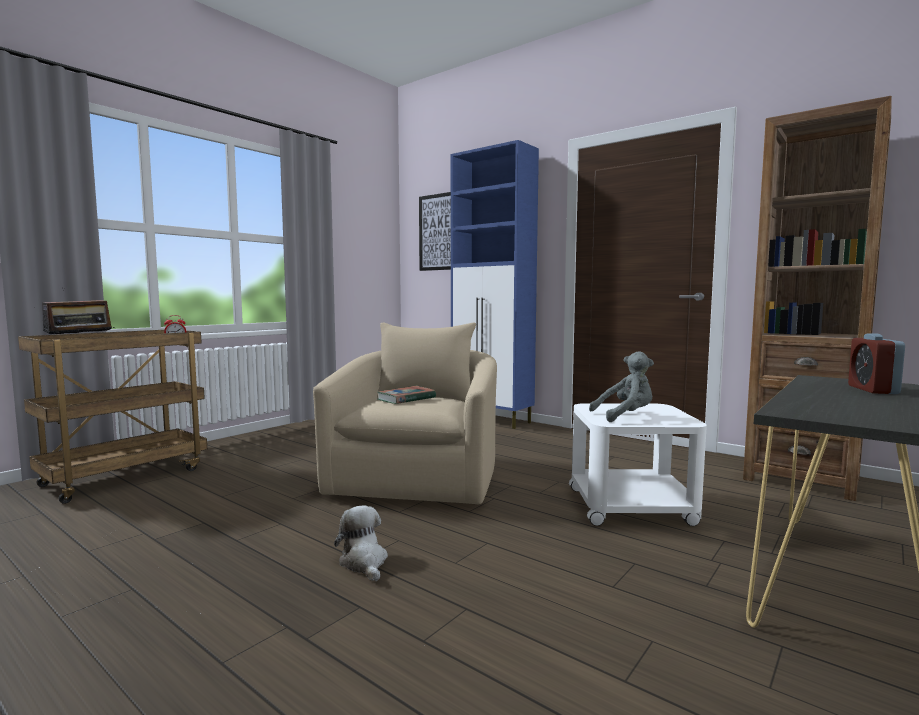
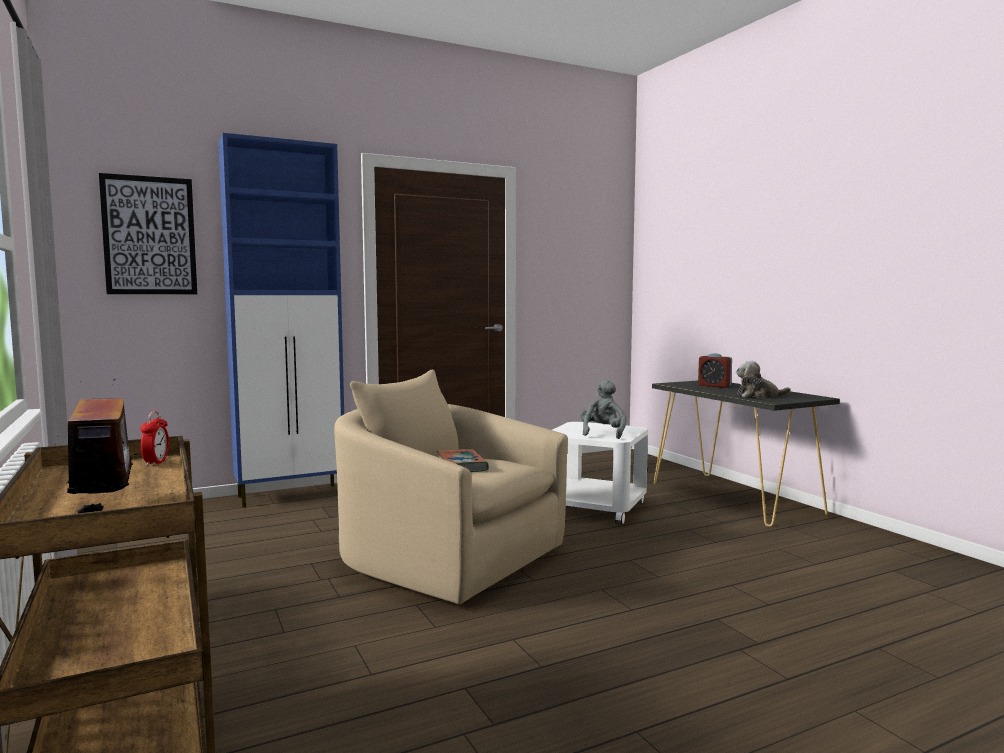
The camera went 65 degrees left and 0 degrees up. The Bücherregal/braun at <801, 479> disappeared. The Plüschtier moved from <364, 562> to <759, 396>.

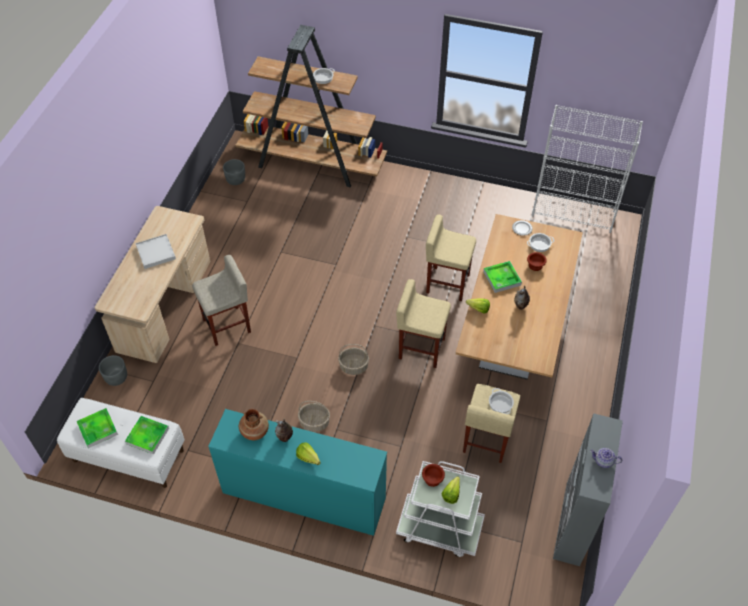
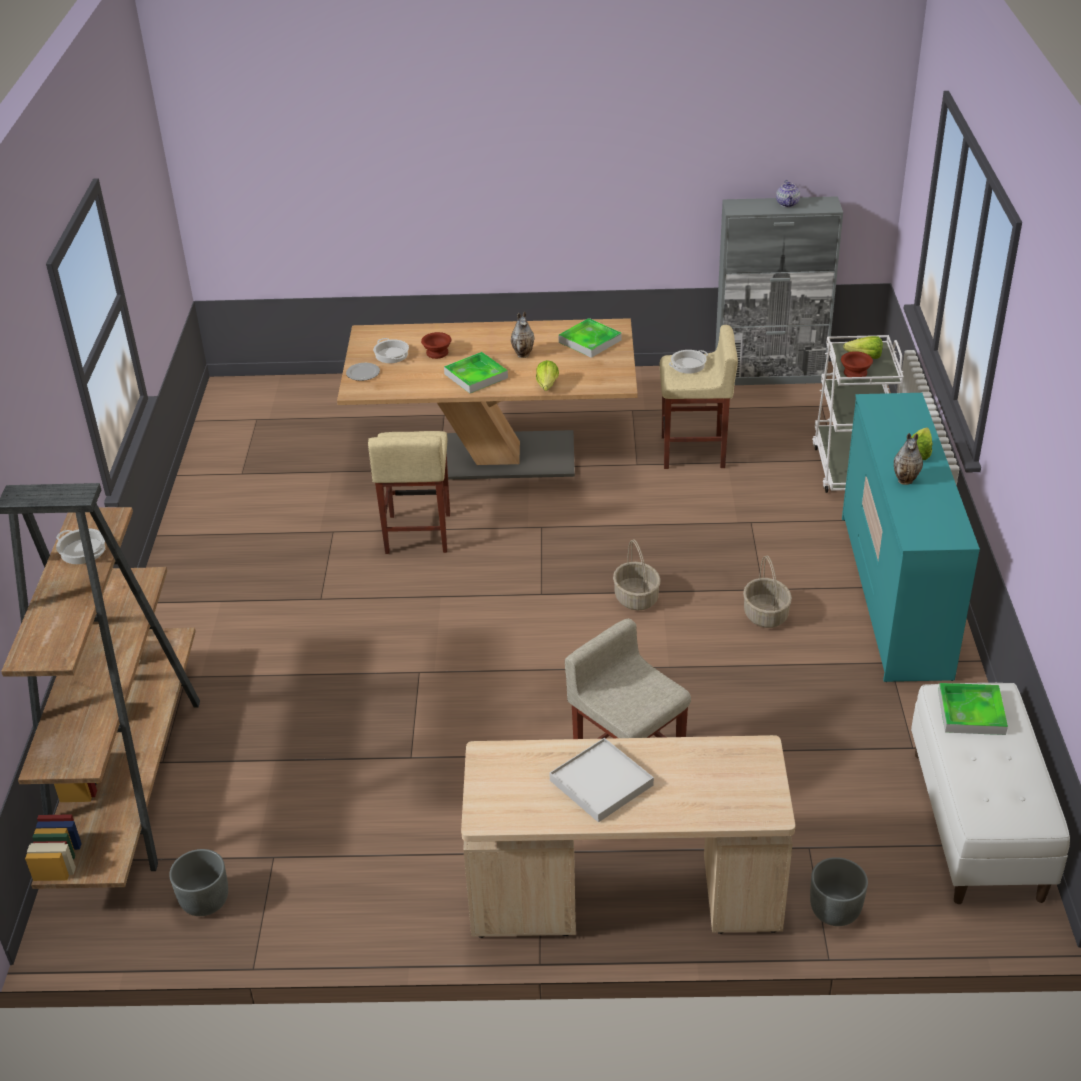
The camera went 105 degrees left and 15 degrees down. The Vase/braun at <254, 431> disappeared. The Hocker/beige at <421, 348> disappeared. The Bücherregal/weiß at <573, 213> disappeared. The Tablett moved from <98, 429> to <590, 341>.

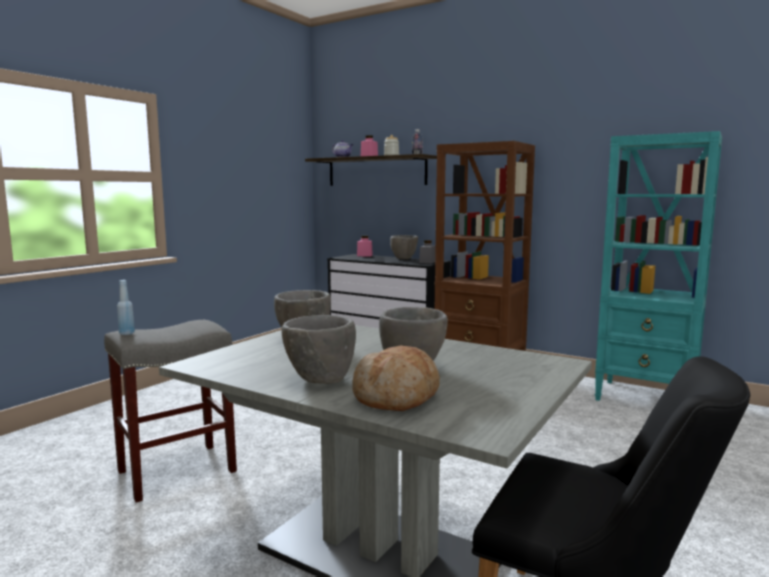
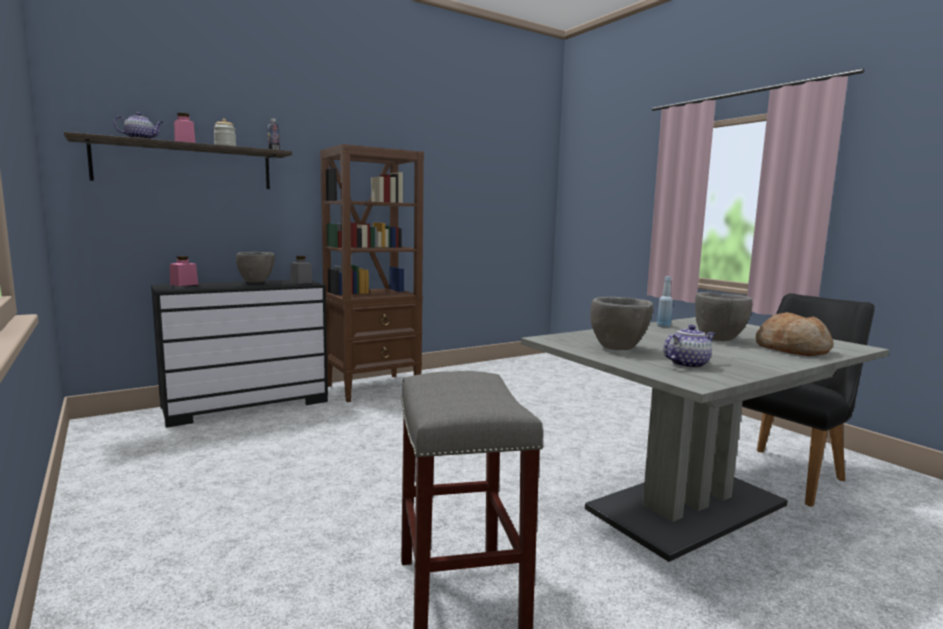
The camera went 65 degrees left and 0 degrees up. The Schüssel/grau at <319, 380> disappeared. The Bücherregal/türkis at <646, 398> disappeared. The Teekanne at <688, 364> appeared. The Flasche/blau moved from <126, 333> to <663, 326>.

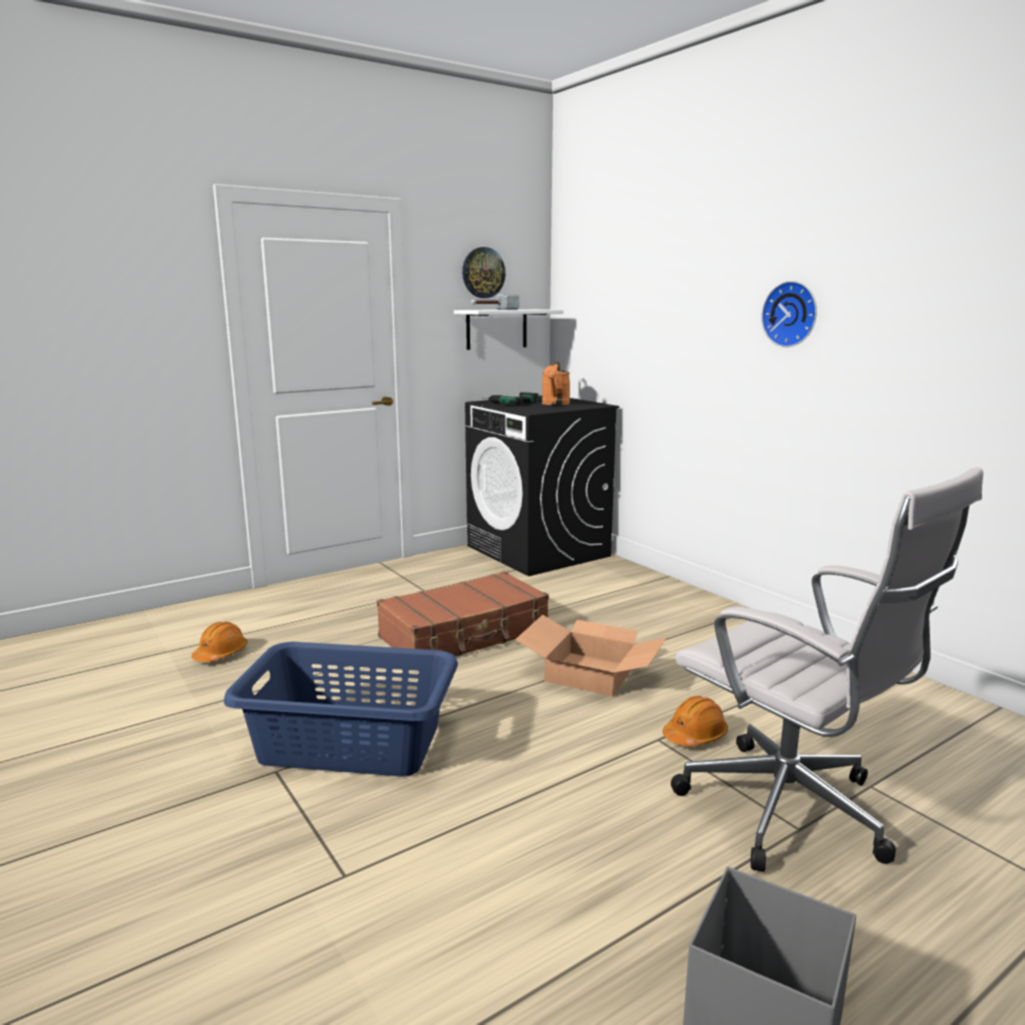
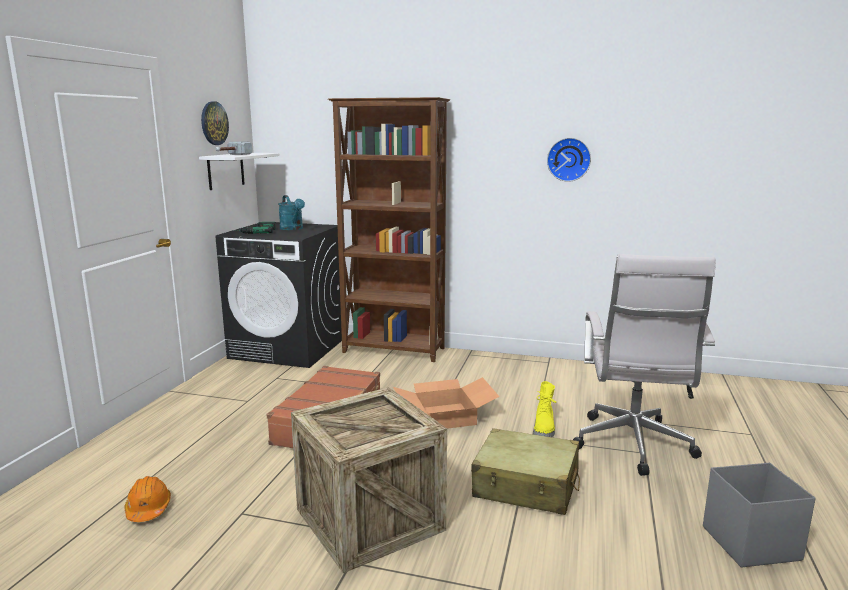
The camera went 40 degrees left and 0 degrees up. The Bücherregal/braun at <394, 351> appeared. The Koffer/beige at <526, 486> appeared. The Wanduhr moved from <791, 314> to <568, 159>. The Wäschekorb/blau at <350, 742> was replaced by the Kiste at <369, 519>. The Schutzhelm/orange at <695, 735> was replaced by the Stiefel/gelb at <544, 428>. The Gießkanne/orange at <555, 404> became the Gießkanne/türkis at <293, 229>. The Bürostuhl/weiß at <793, 813> turned 90 degrees clockwise.

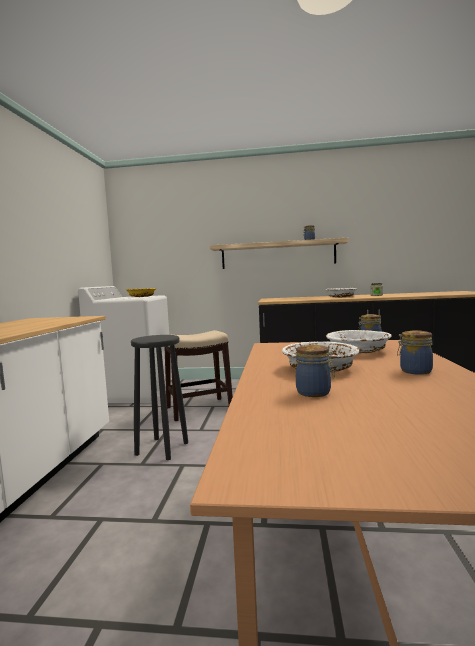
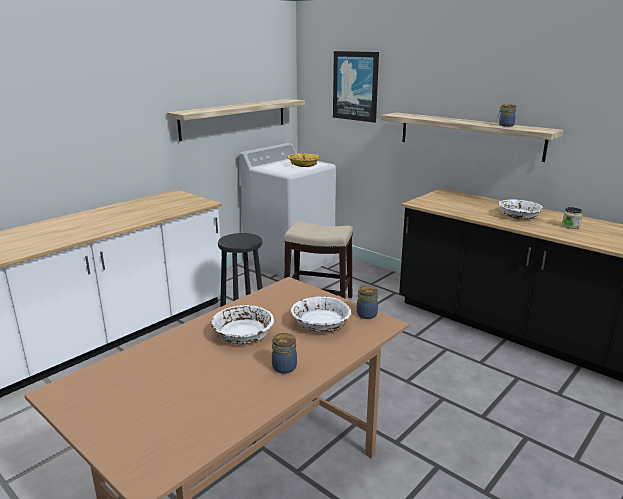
The camera went 35 degrees right and 15 degrees up. The Vorratsglas at <315, 393> disappeared. The Wandregal at <234, 118> appeared. The Bild at <355, 86> appeared.

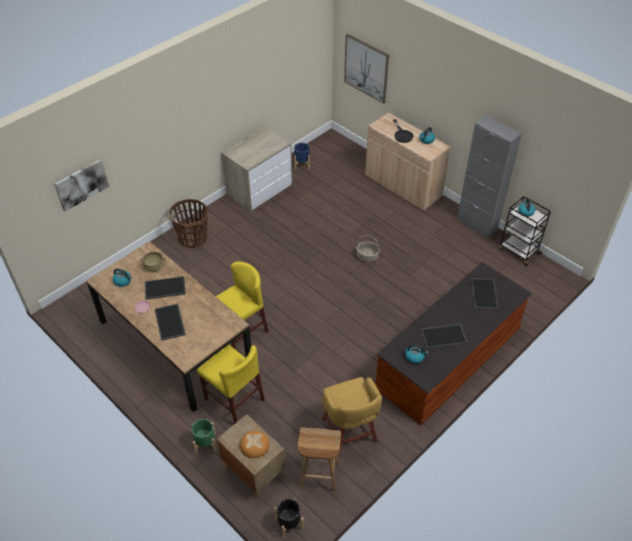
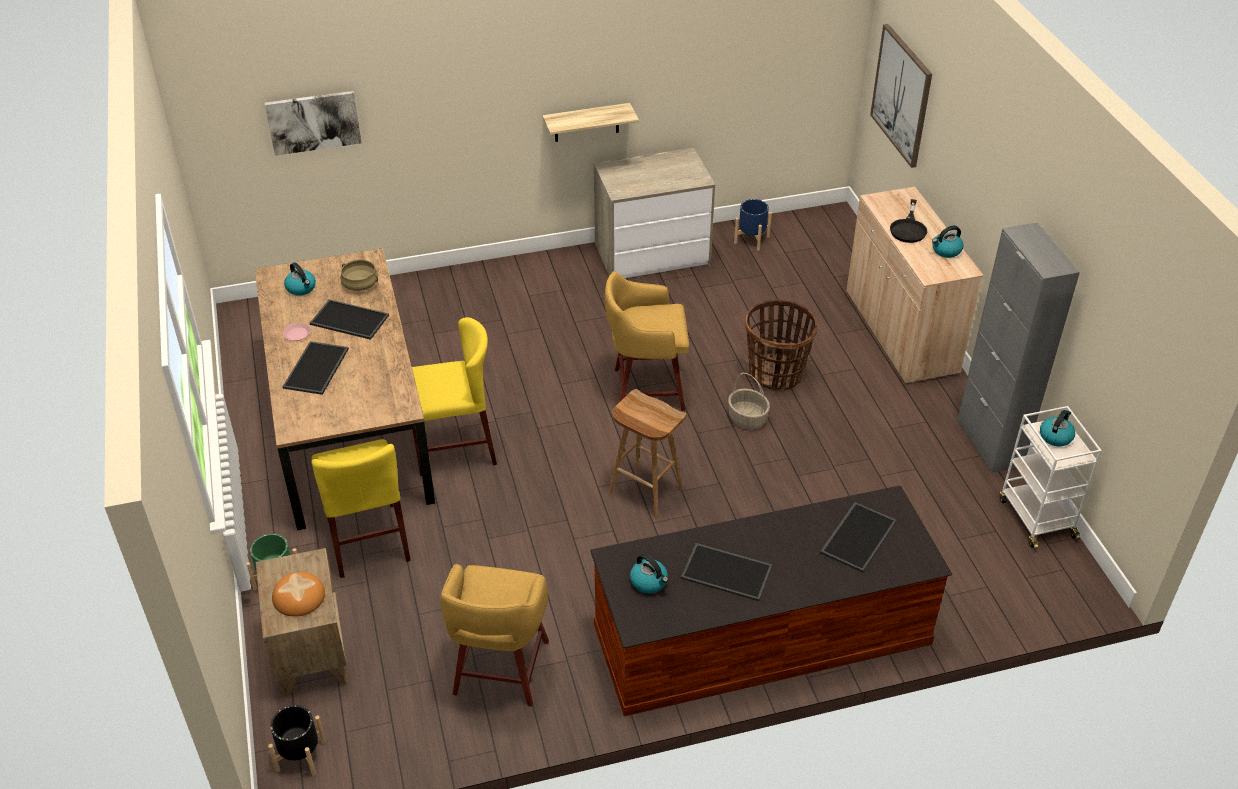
The camera went 30 degrees right and 5 degrees down. The Wandregal at <586, 122> appeared. The Hocker/gelb at <645, 389> appeared. The Korb moved from <193, 238> to <776, 374>. The Hocker/braun moved from <318, 476> to <644, 491>. The Rollwagen/schwarz at <518, 251> became the Rollwagen/weiß at <1036, 517>.

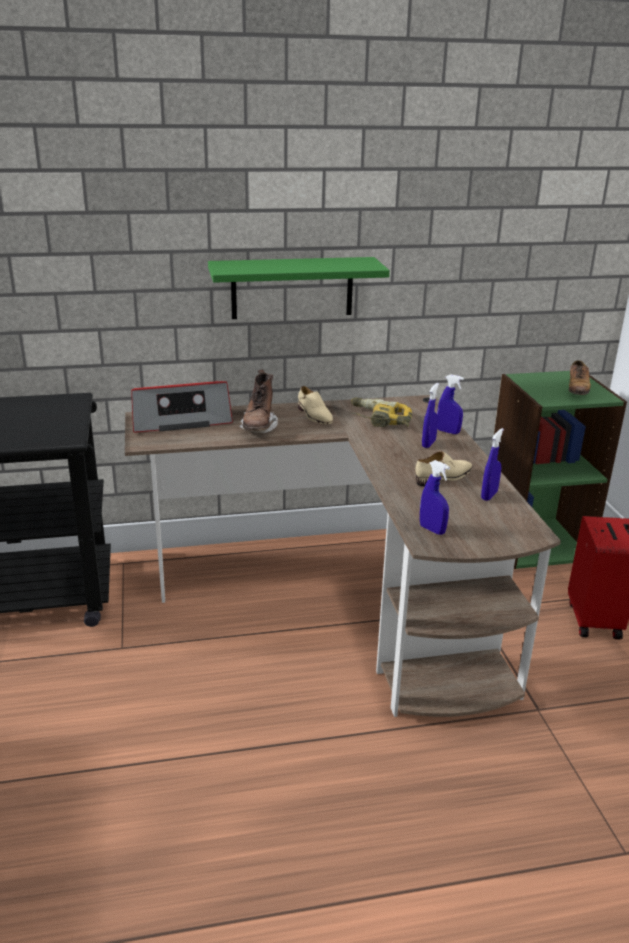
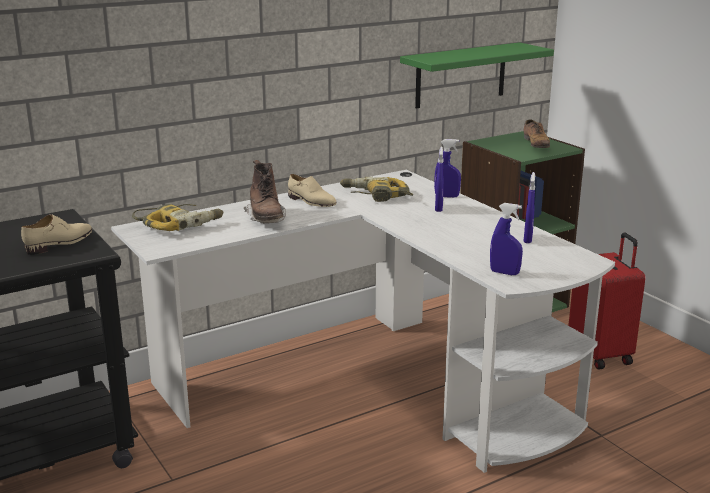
The camera went 20 degrees left and 5 degrees down. The Wandregal/grün moved from <292, 288> to <461, 75>. The Schuh/beige moved from <444, 477> to <60, 243>. The Radio at <181, 419> was replaced by the Bohrmaschine at <179, 224>. The Schreibtisch/braun at <349, 597> became the Schreibtisch/weiß at <374, 382>.

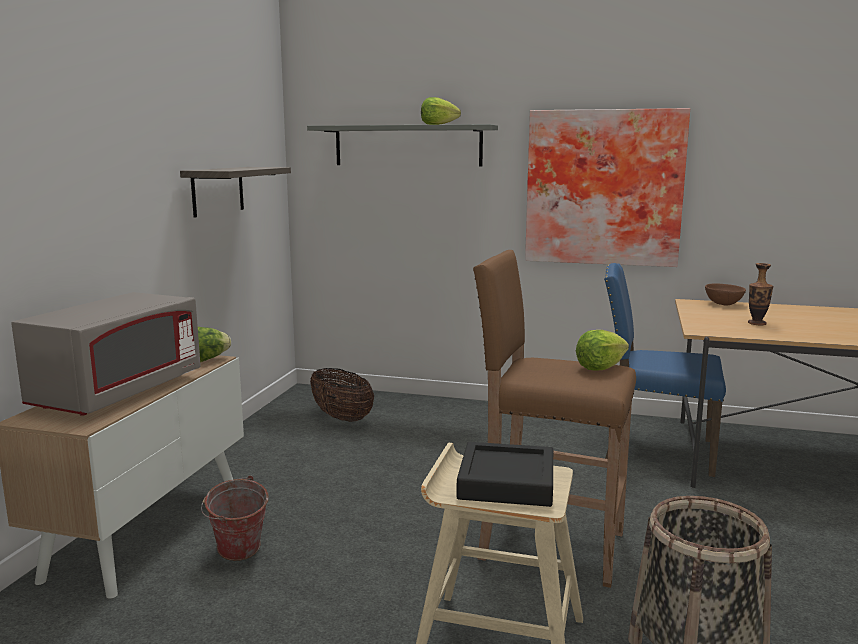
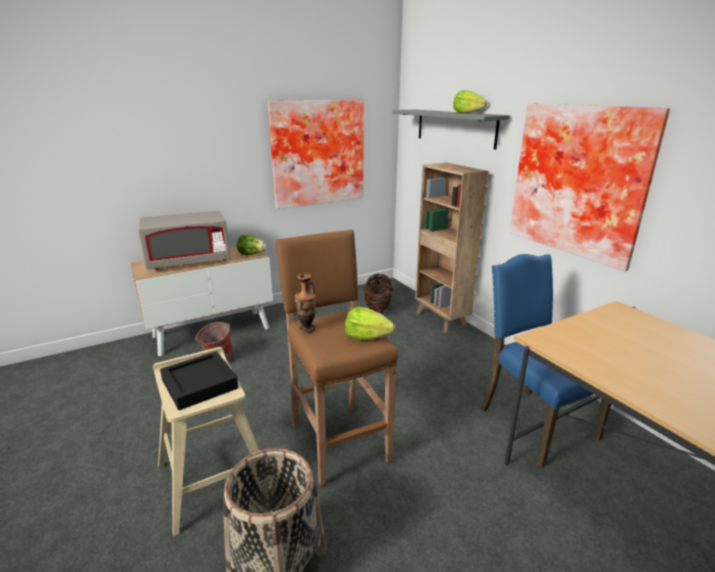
The camera went 45 degrees right and 10 degrees up. The Schüssel/braun at <724, 304> disappeared. The Bücherregal/braun at <441, 319> appeared. The Vase moved from <757, 323> to <307, 329>. The Wandregal at <218, 191> was replaced by the Bild at <317, 153>.

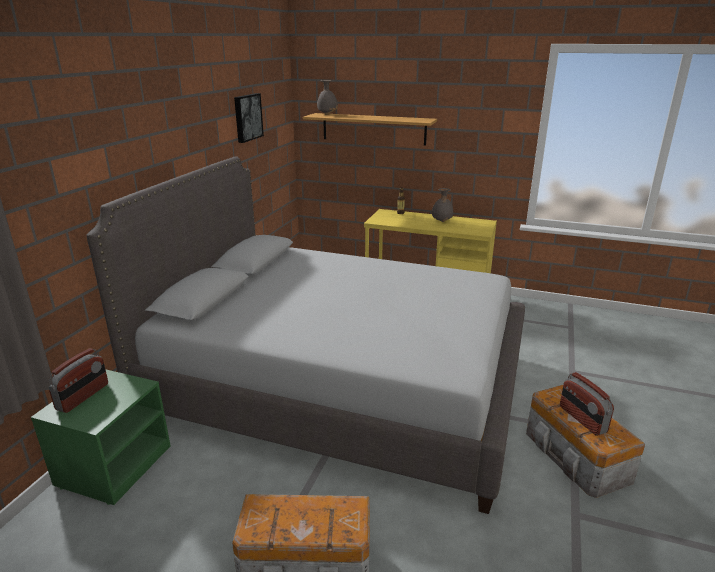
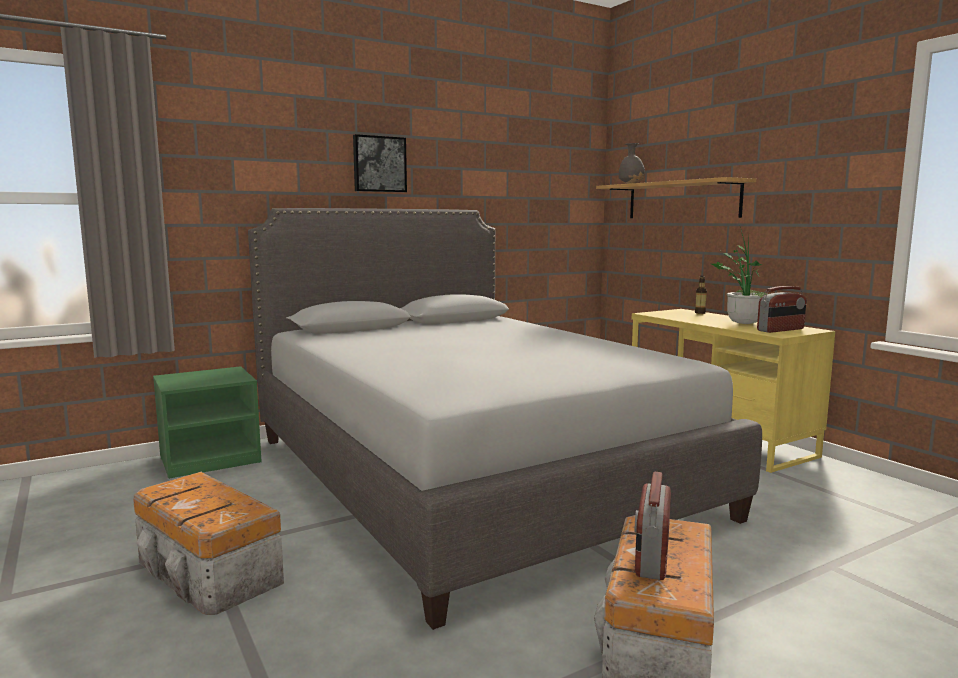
The camera went 40 degrees right and 15 degrees down. The Radio moved from <83, 397> to <781, 330>. The Bild moved from <247, 117> to <379, 164>. The Vase/grau at <441, 221> was replaced by the Topfpflanze at <740, 322>.

